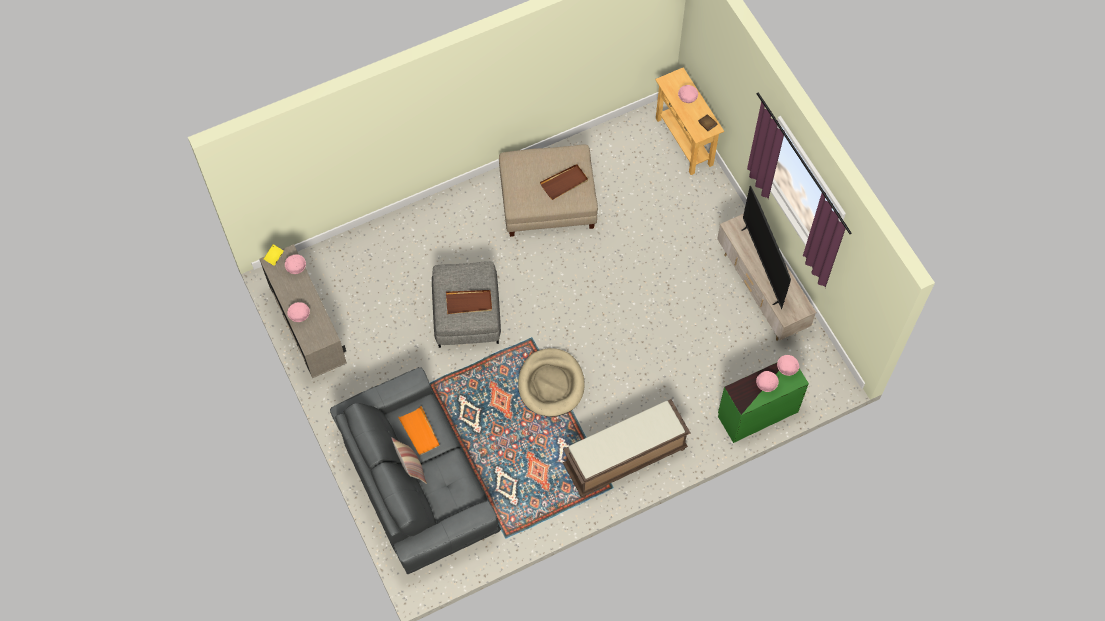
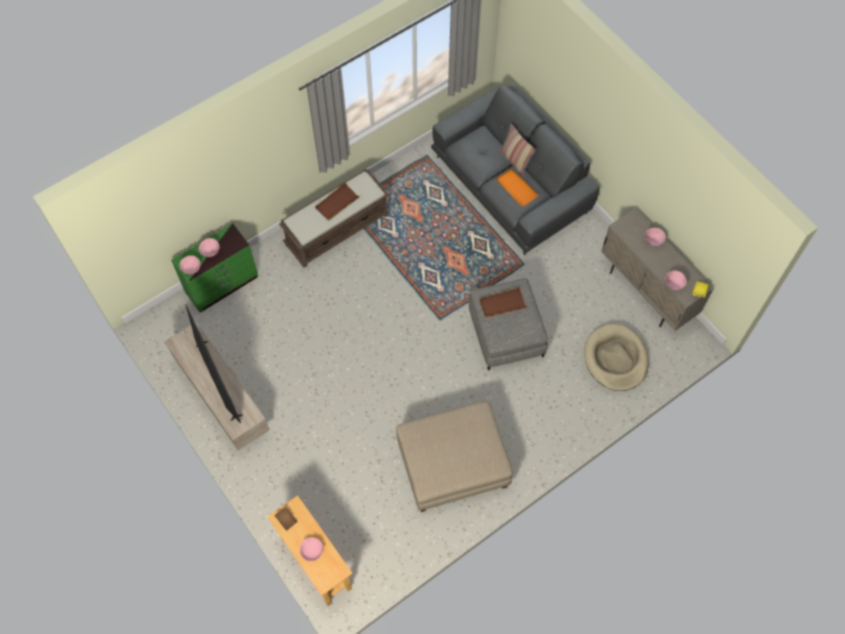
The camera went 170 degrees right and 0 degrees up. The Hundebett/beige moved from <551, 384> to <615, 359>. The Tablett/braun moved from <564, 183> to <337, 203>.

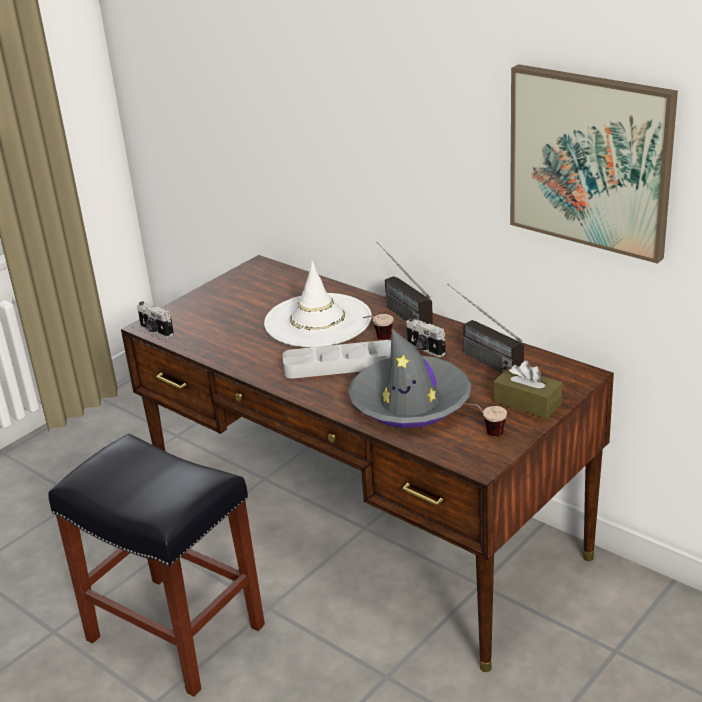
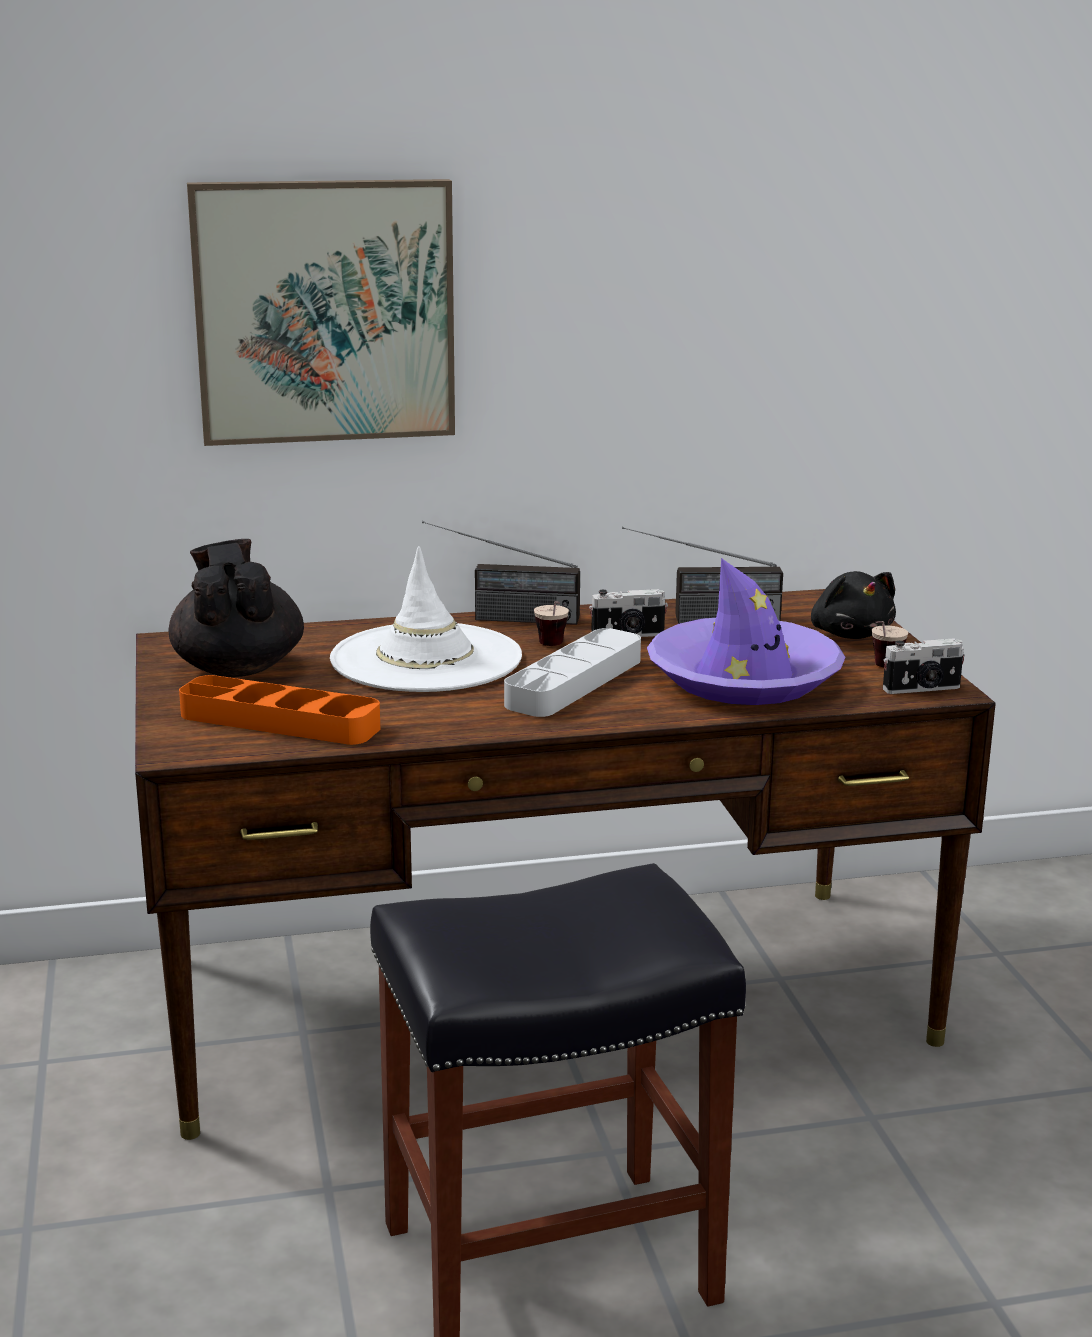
The camera went 55 degrees left and 10 degrees down. The Teekanne/schwarz at <238, 668> appeared. The Tablett/orange at <279, 721> appeared. The Kamera moved from <156, 331> to <922, 689>. The Bild moved from <590, 160> to <324, 311>. The Taschentuchbox/braun at <527, 403> was replaced by the Plüschtier/schwarz at <850, 634>. The Hut/grau at <410, 402> became the Hut/lila at <744, 678>.

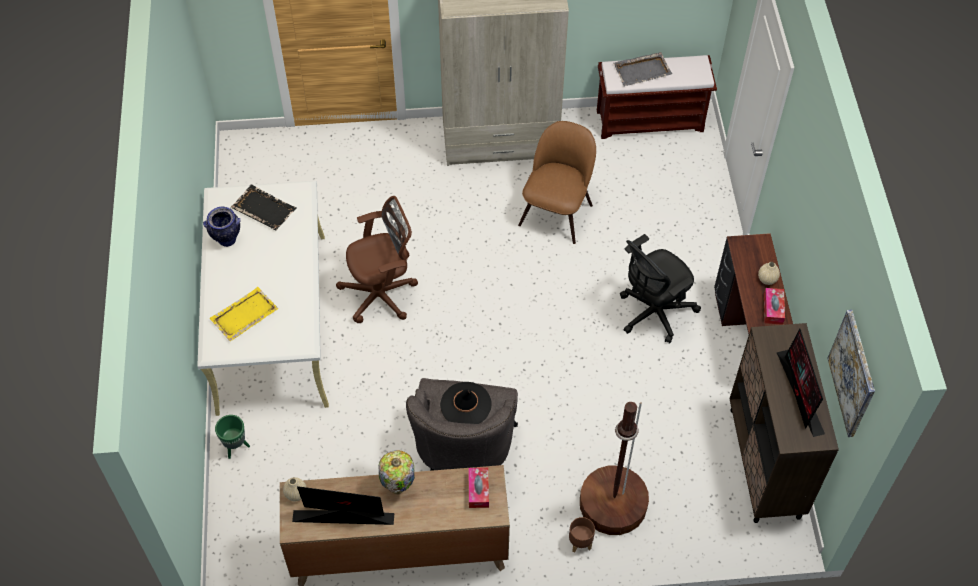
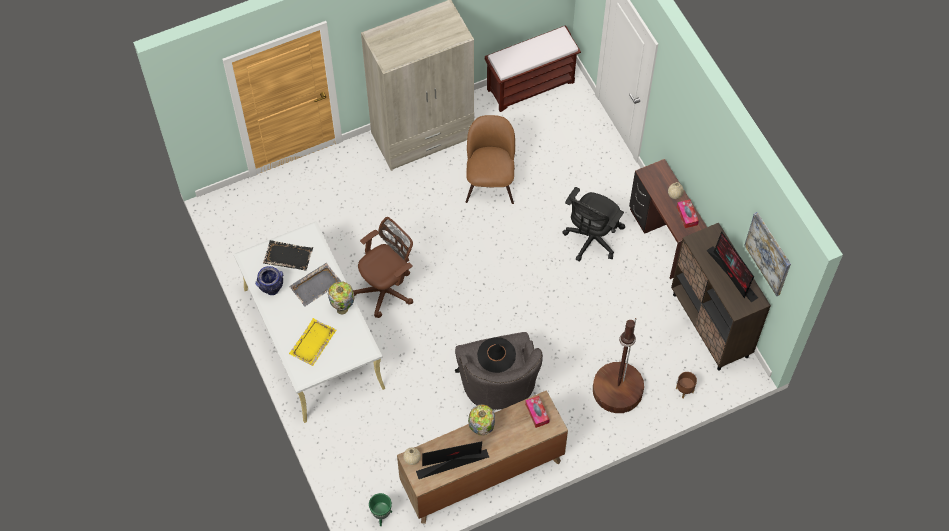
The camera went 20 degrees left and 5 degrees up. The Tischlampe at <343, 308> appeared. The Pflanzkübel/grün moved from <235, 447> to <381, 516>. The Pflanzkübel/braun moved from <580, 543> to <684, 390>. The Tablett/grau moved from <643, 70> to <316, 285>.

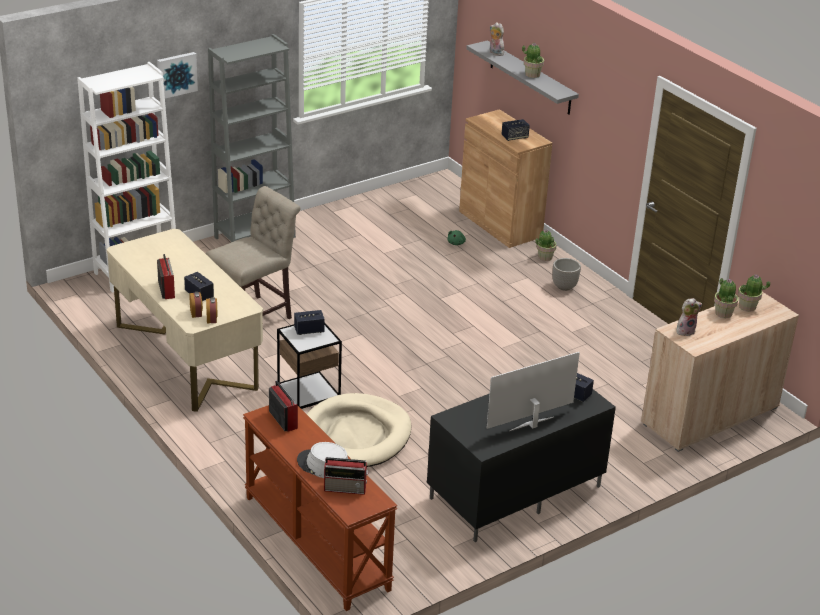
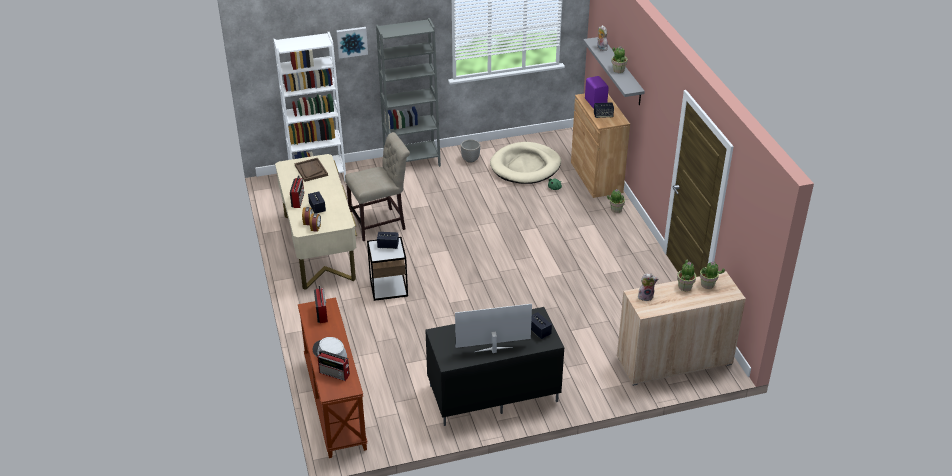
The camera went 20 degrees right and 5 degrees up. The Tablett/braun at <311, 170> appeared. The Lautsprecher/lila at <596, 102> appeared. The Hundebett/beige moved from <355, 436> to <525, 166>. The Pflanzkübel moved from <564, 286> to <470, 159>.

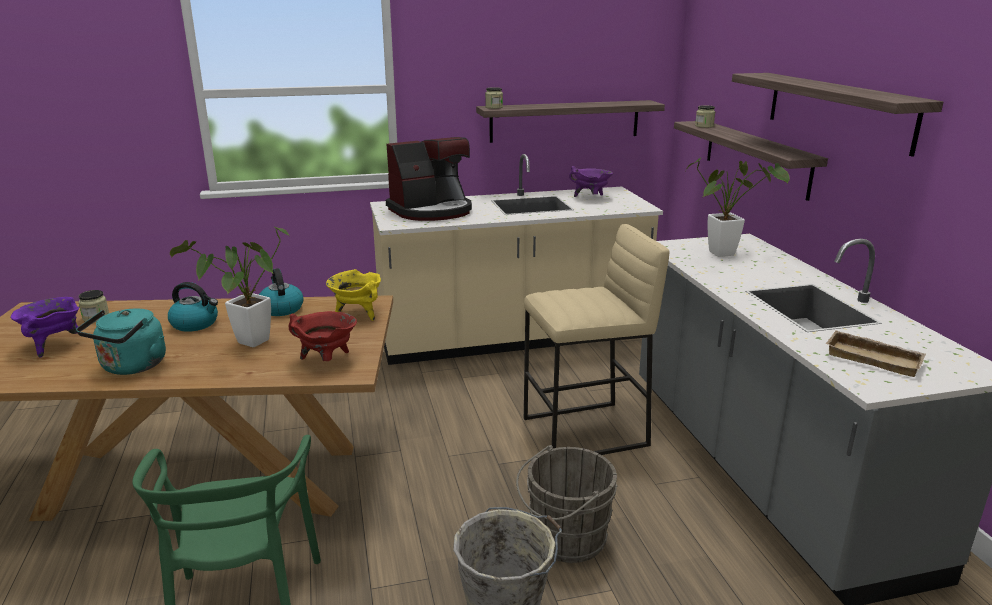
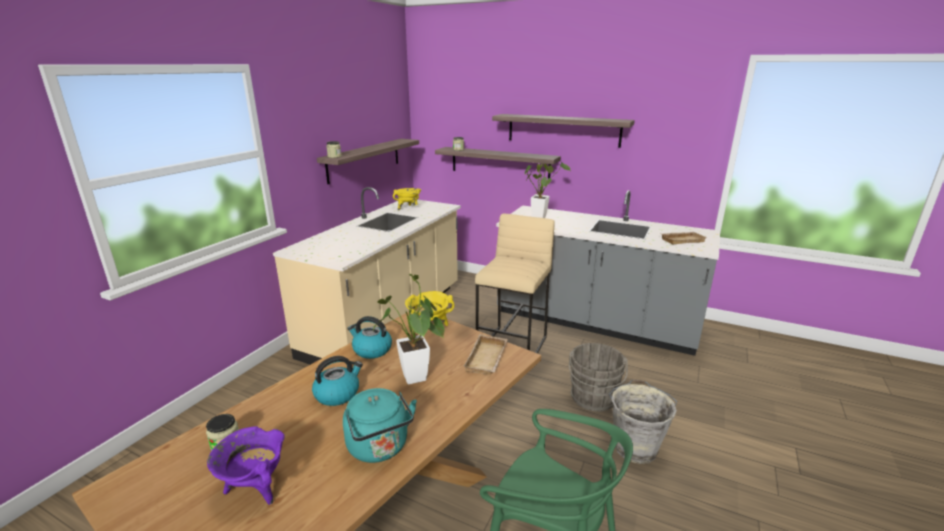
The camera went 50 degrees left and 0 degrees up. The Kaffeemaschine at <432, 211> disappeared. The Kochtopf/rot at <327, 360> was replaced by the Tablett/beige at <487, 359>. The Kochtopf/lila at <591, 198> became the Kochtopf/gelb at <408, 208>.

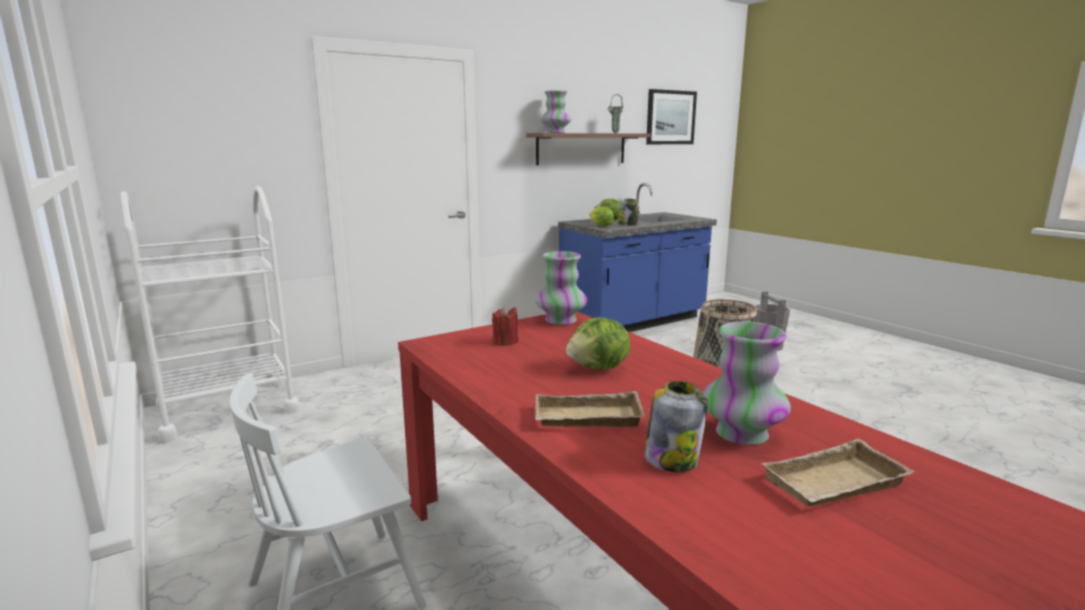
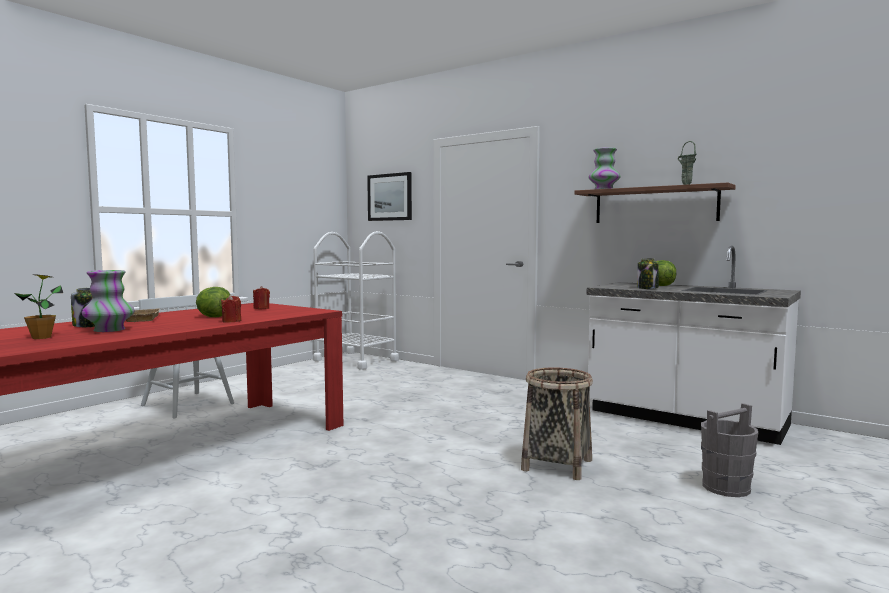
The camera went 70 degrees right and 10 degrees down. The Vase at <561, 320> disappeared. The Salatkopf at <601, 226> disappeared. The Kerze/rot at <231, 321> appeared. The Bild moved from <670, 117> to <390, 197>. The Tablett/beige at <836, 485> was replaced by the Topfpflanze at <42, 337>. The Küchenzeile/blau at <634, 322> became the Küchenzeile/weiß at <685, 419>.

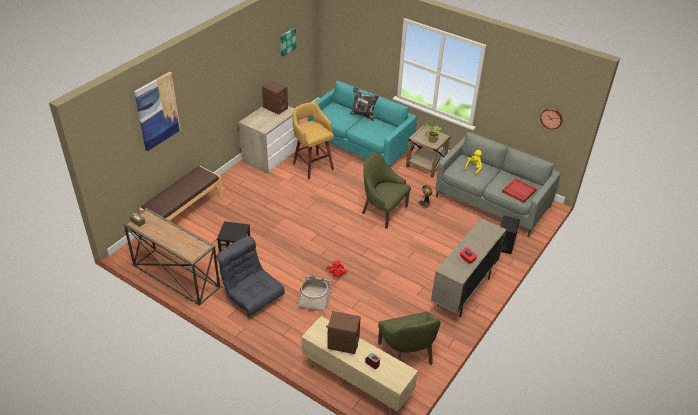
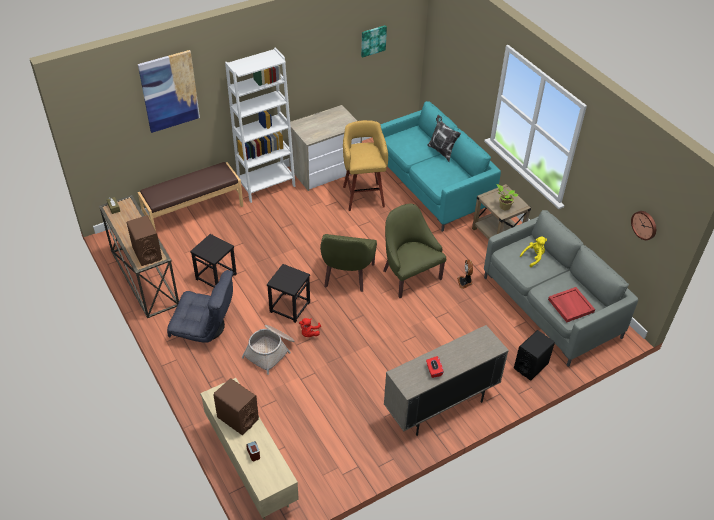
The camera went 25 degrees right and 5 degrees up. The Bücherregal/weiß at <266, 186> appeared. The Hocker/schwarz at <289, 307> appeared. The Lautsprecher/braun moved from <275, 108> to <147, 253>. The Sessel/grün moved from <408, 353> to <346, 275>. The Sessel/grau at <252, 297> turned 120 degrees clockwise.

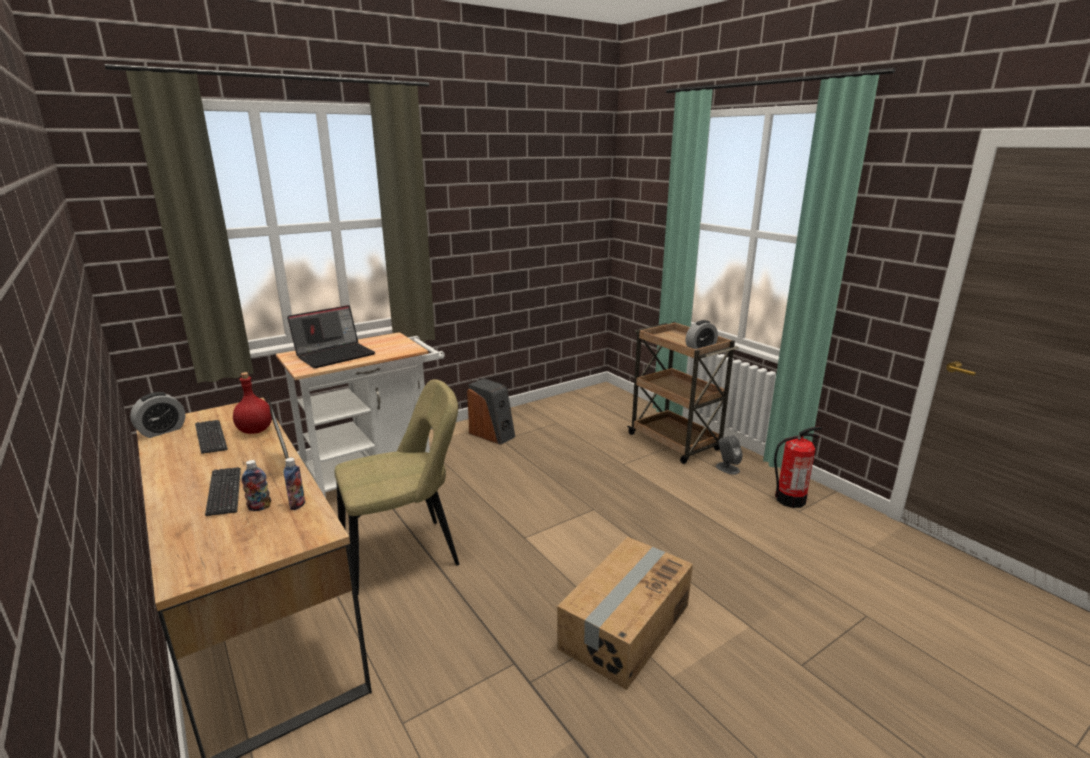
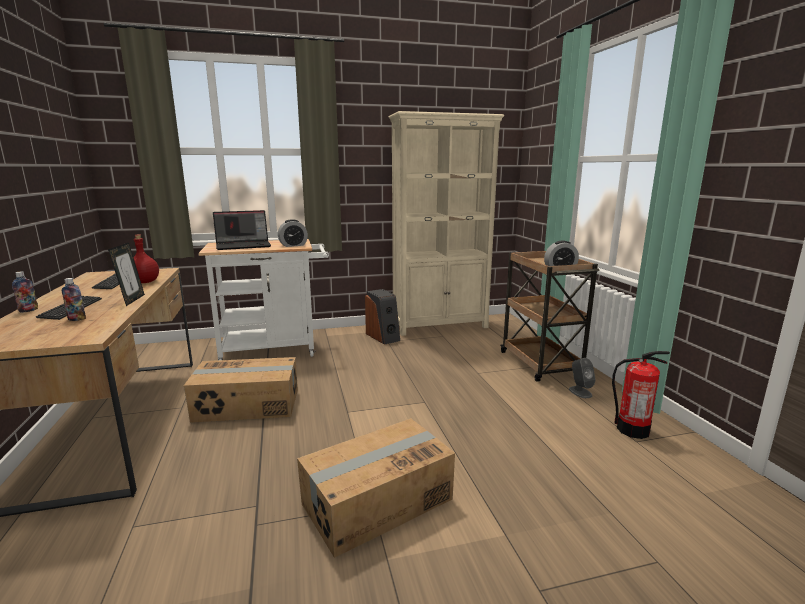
The camera went 20 degrees right and 5 degrees down. The Bücherregal/beige at <440, 325> appeared. The Wecker moved from <162, 431> to <293, 245>. The Flasche moved from <297, 505> to <28, 310>. The Stuhl/beige at <406, 554> was replaced by the Karton at <247, 405>.

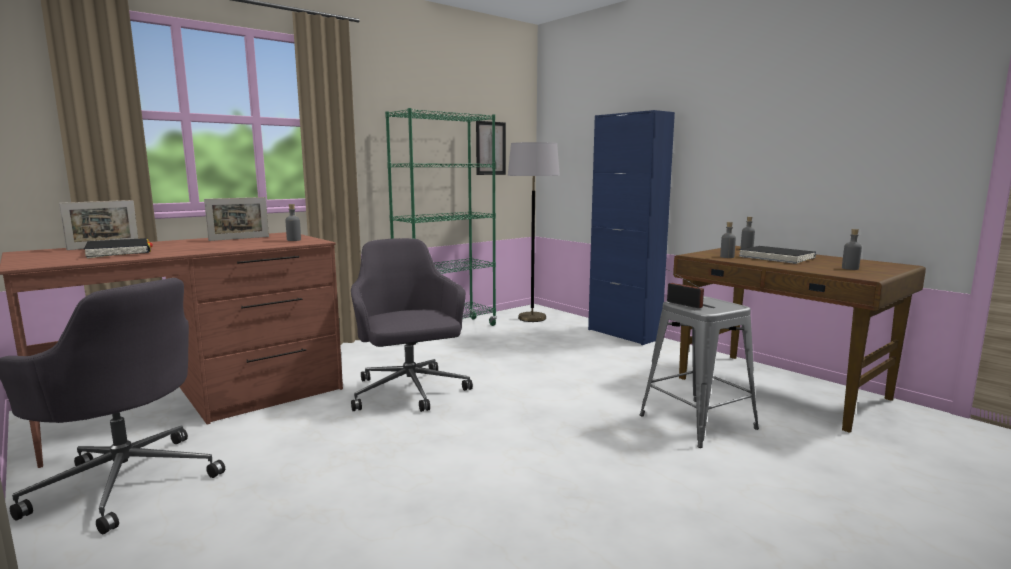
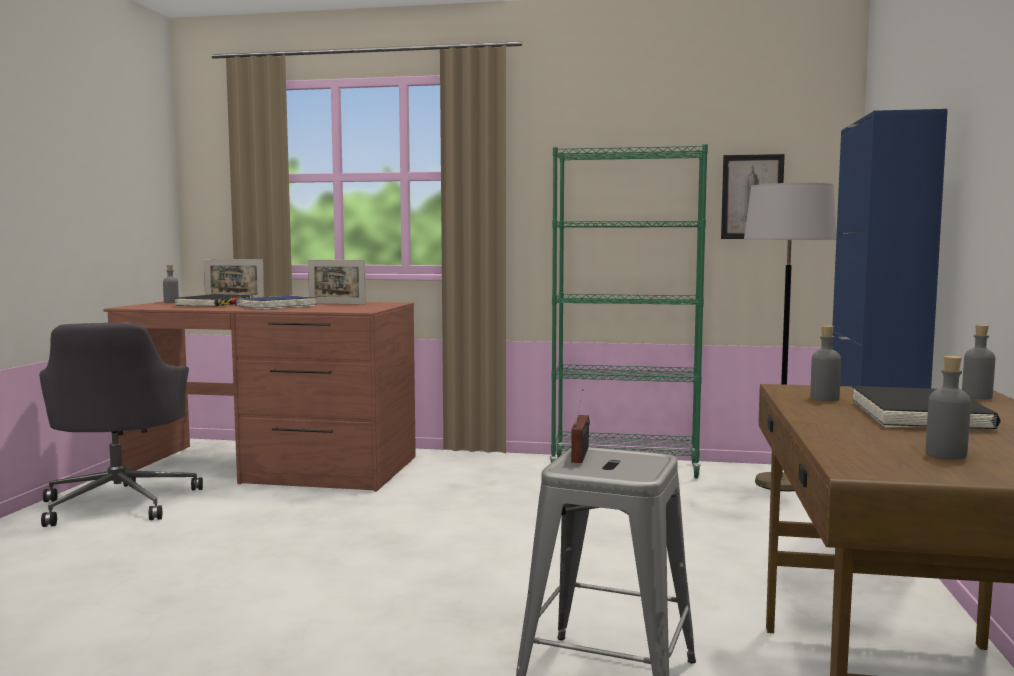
The camera went 50 degrees right and 5 degrees down. The Bürostuhl/grau at <409, 392> disappeared. The Buch/blau at <276, 306> appeared. The Flasche/grau moved from <294, 240> to <171, 302>.

